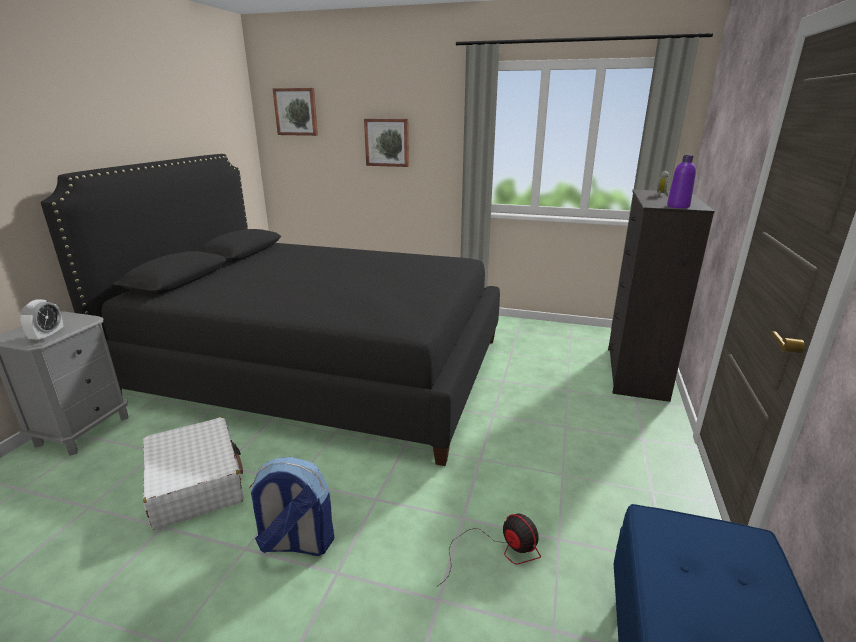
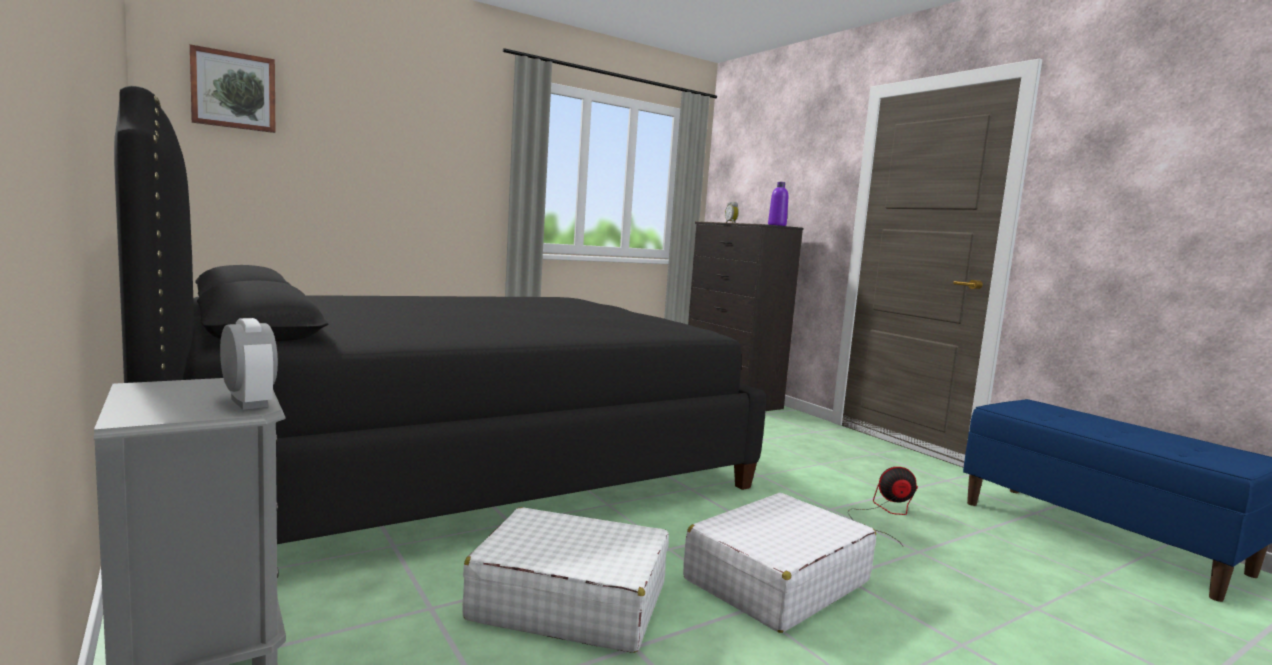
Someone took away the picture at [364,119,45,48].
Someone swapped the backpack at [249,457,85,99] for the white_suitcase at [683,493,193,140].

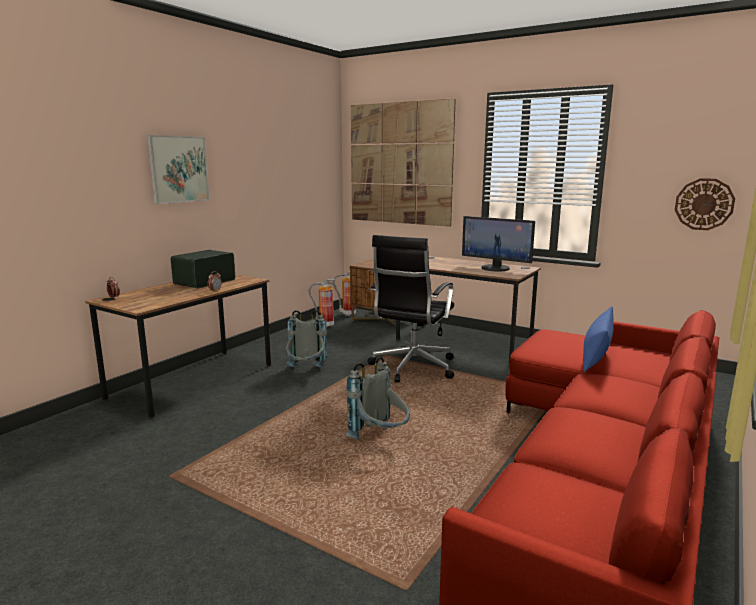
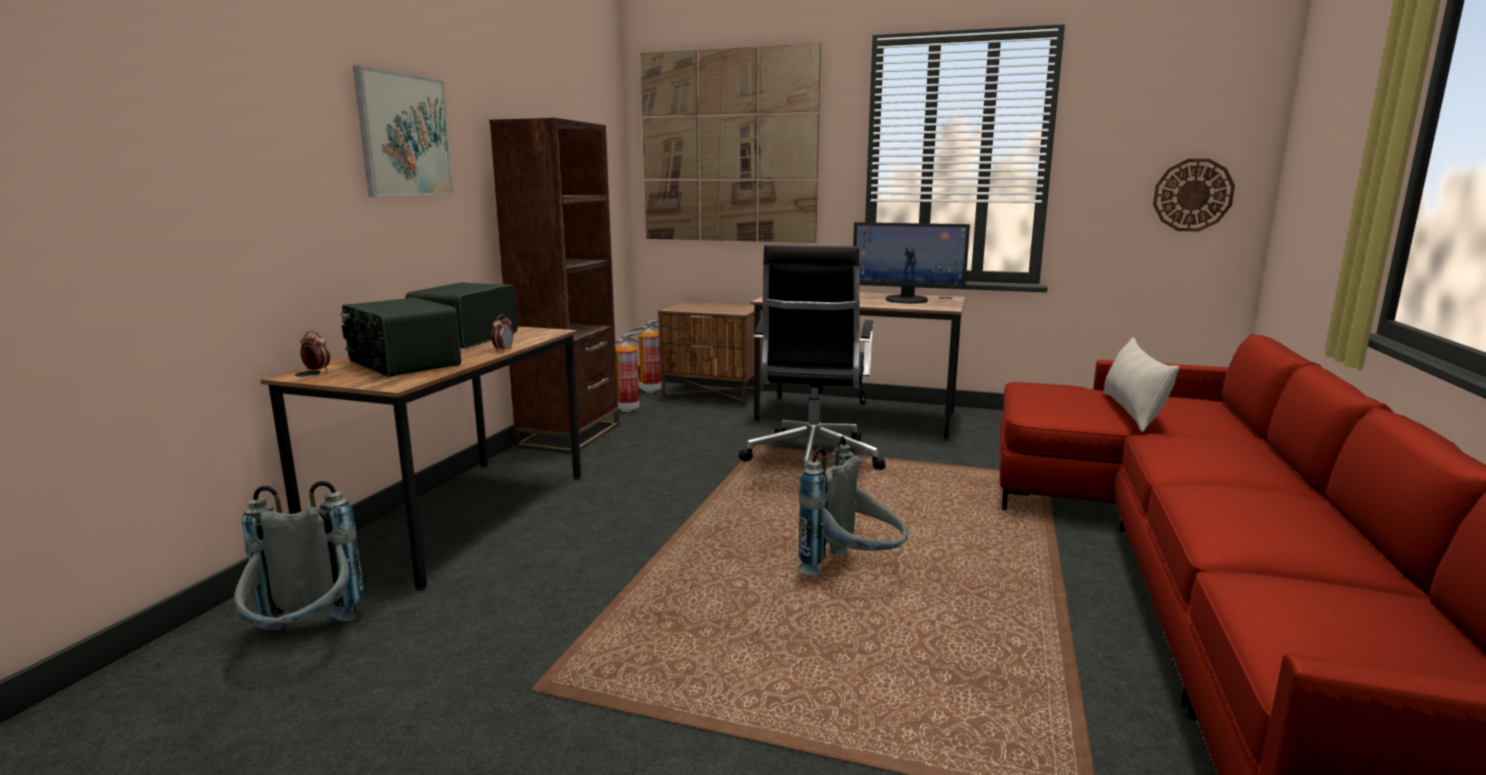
Someone repainted the blue_pillow at [583,306,30,66], which became the beige_pillow at [1103,337,76,95].
Someone carried the grey_backpack from [286,310,41,58] to [234,481,130,149].
Someone put down the brown_bookcase at [489,118,130,336].
Someone put down the radio at [340,297,121,80].

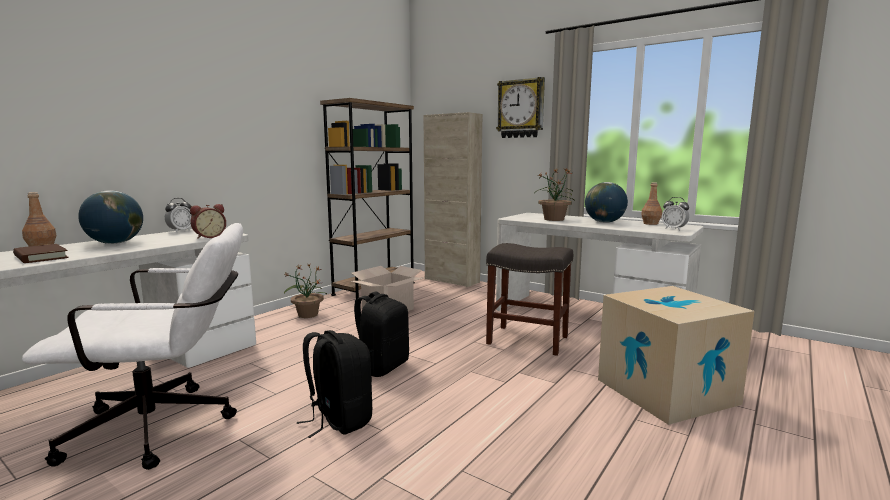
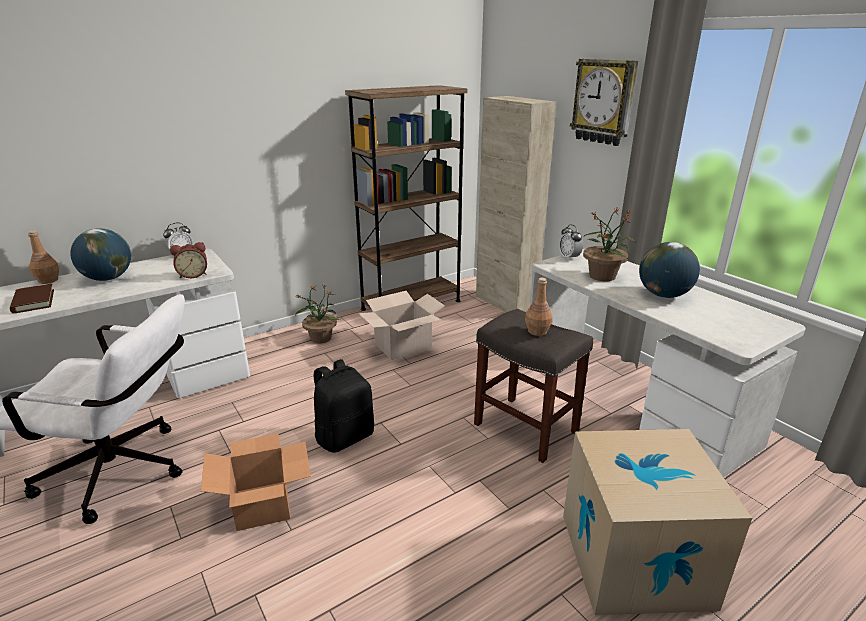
Someone carried the brown_bottle from [641,182,21,43] to [525,278,28,58].
Someone carried the alarm_clock from [662,197,27,34] to [559,224,24,37].
Someone swapped the black_backpack at [297,330,75,108] for the cardboard_box at [201,434,110,97].

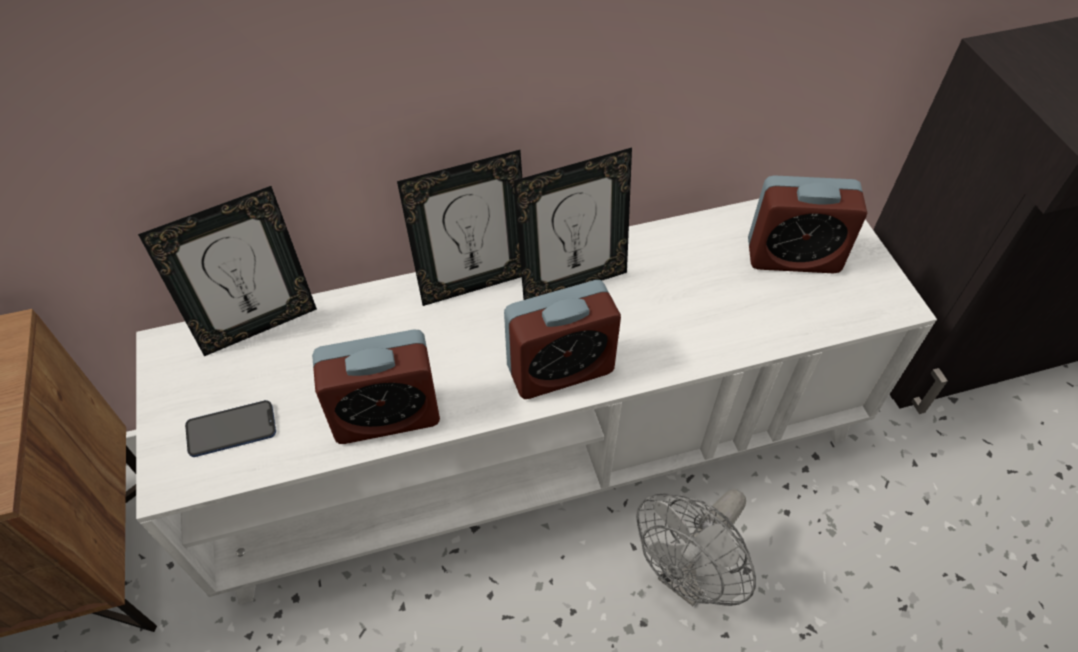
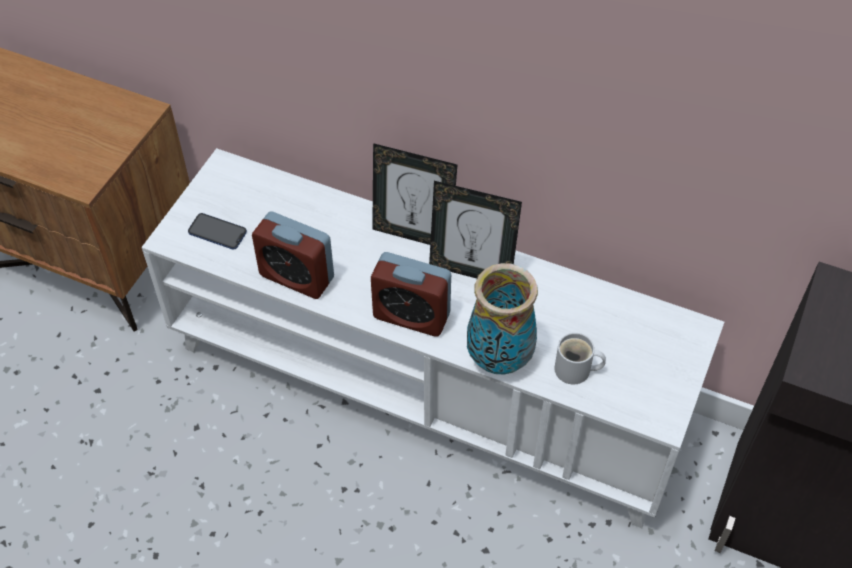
Someone took away the alarm_clock at [748,175,119,98].
Someone took away the picture_frame at [138,186,179,170].
Someone took away the grey_fan at [636,489,120,117].
Someone put down the vase at [467,263,71,112].
Someone put down the white_mug at [554,333,52,52].

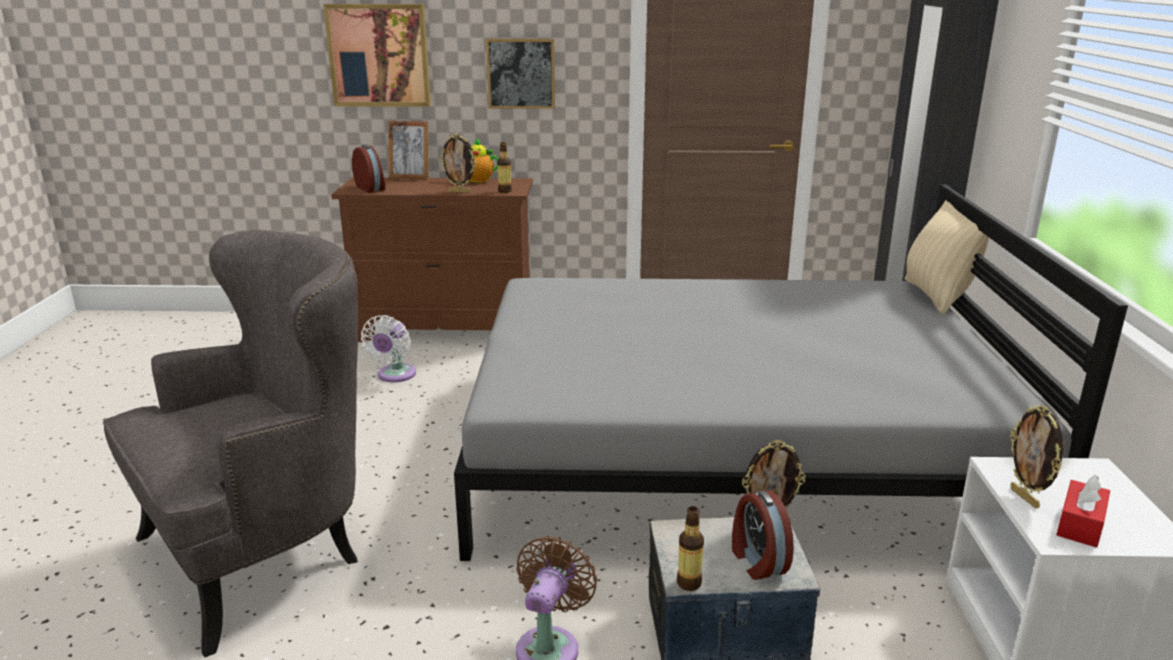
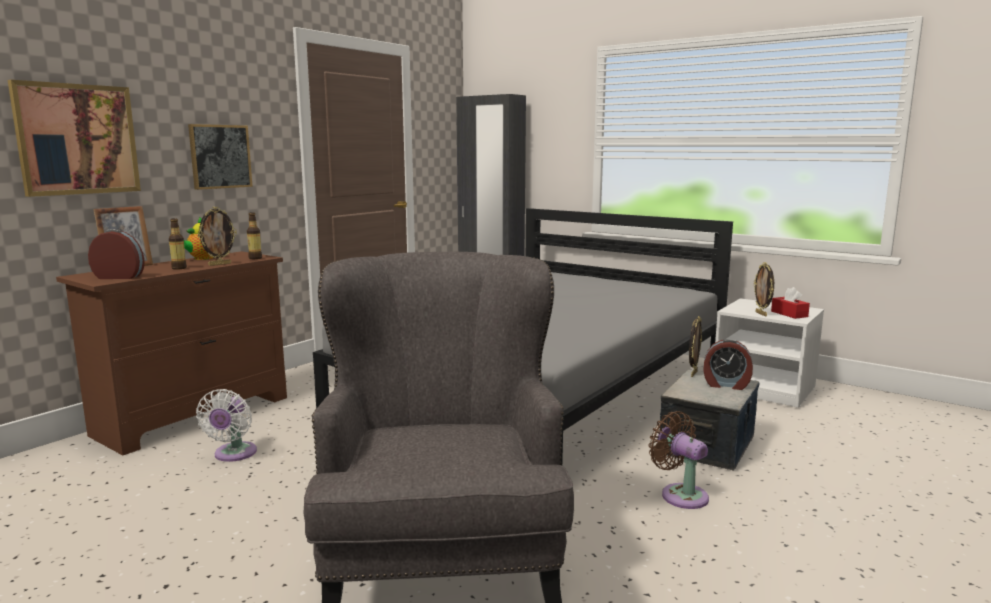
Someone took away the beige_pillow at [905,200,84,114].
Someone rotated the white_fan at [361,315,55,67] by 45 degrees clockwise.
Someone rotated the picture_frame at [1010,405,53,104] by 60 degrees clockwise.
Someone carried the bottle from [677,506,27,85] to [169,218,18,52].

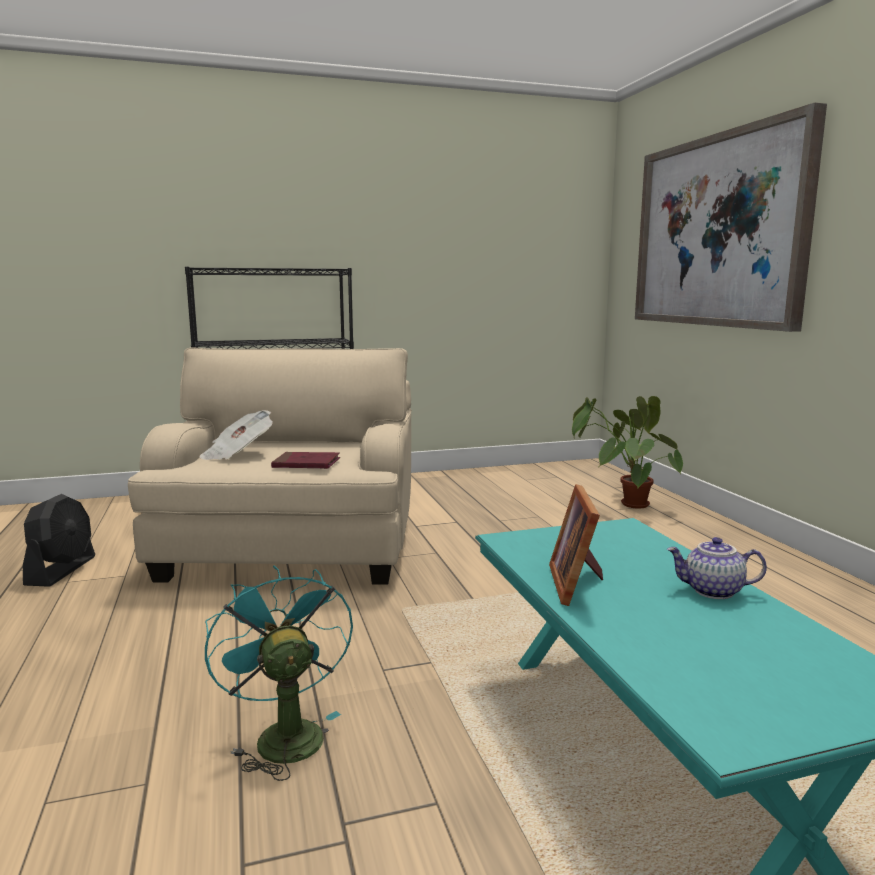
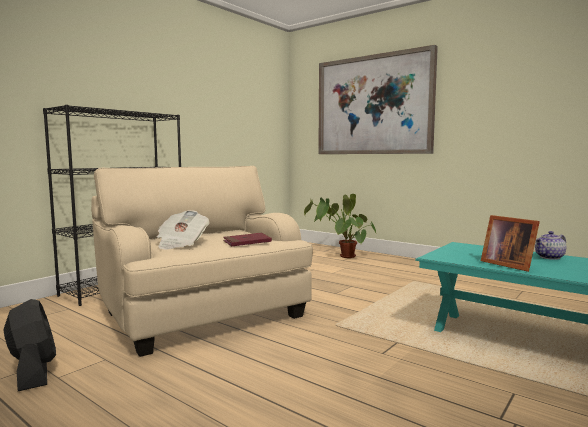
Someone took away the turquoise_fan at [205,565,148,216].

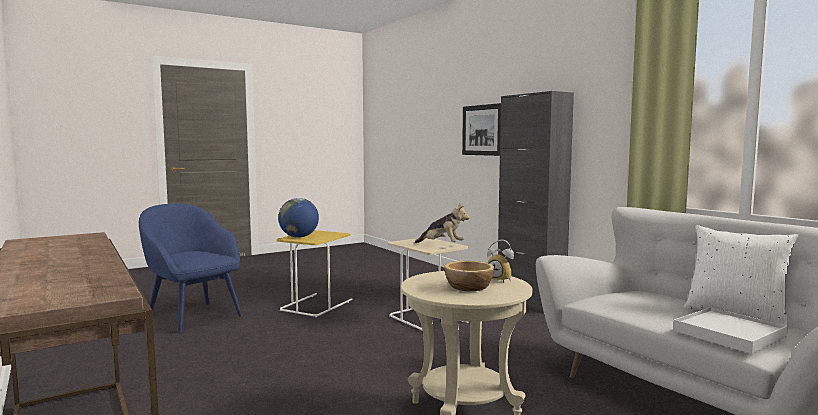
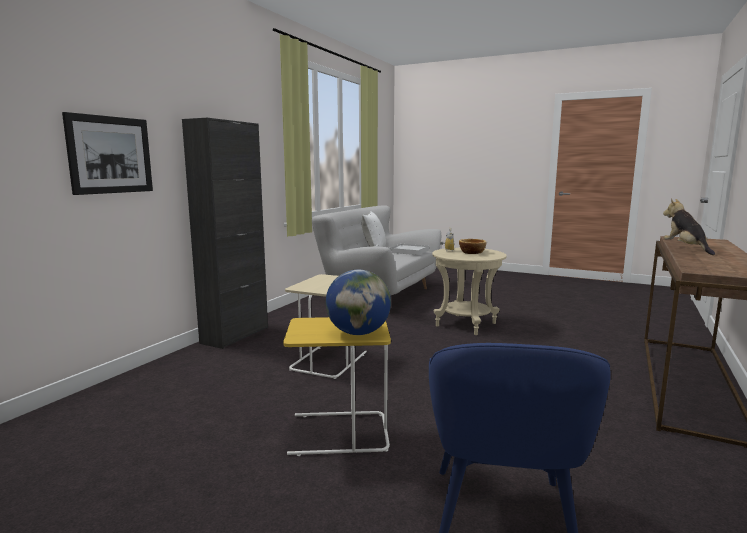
Someone carried the plush_toy from [414,204,55,39] to [663,198,52,57].

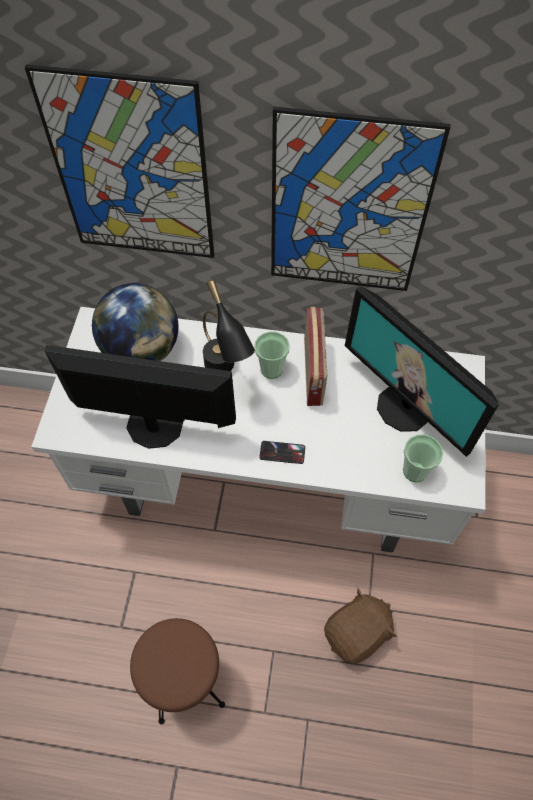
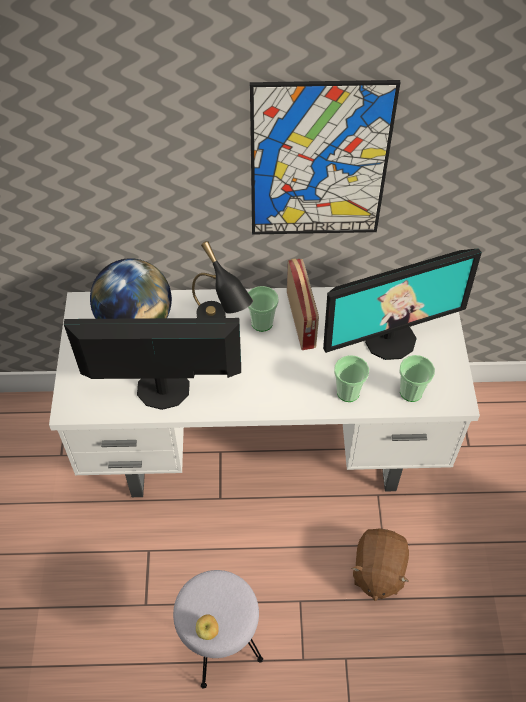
Someone took away the picture at [25,64,189,194].
Someone rotated the monitor at [345,286,154,171] by 60 degrees counterclockwise.
Someone took away the phone at [259,441,46,23].
Someone rotated the brown_plush_toy at [324,589,73,75] by 150 degrees clockwise.
Someone repainted the brown_stool at [130,618,95,106], which became the grey_stool at [173,570,90,119].
Someone put down the cup at [334,355,35,47].
Someone put down the apple at [196,614,23,26].

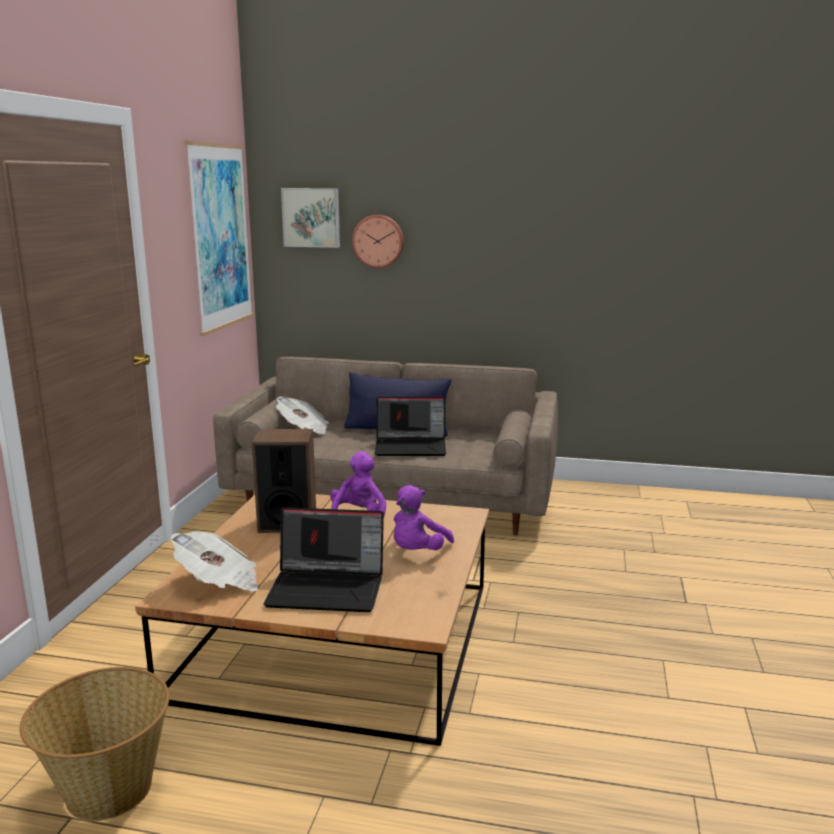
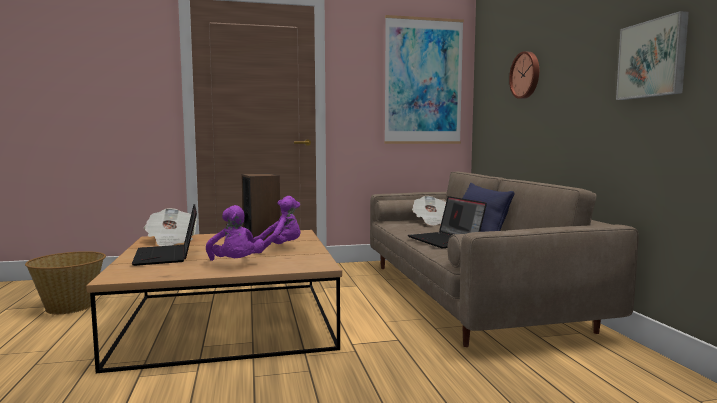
Someone carried the picture from [281,188,59,60] to [616,11,73,89].
Someone rotated the purple_plush_toy at [394,485,60,65] by 120 degrees counterclockwise.

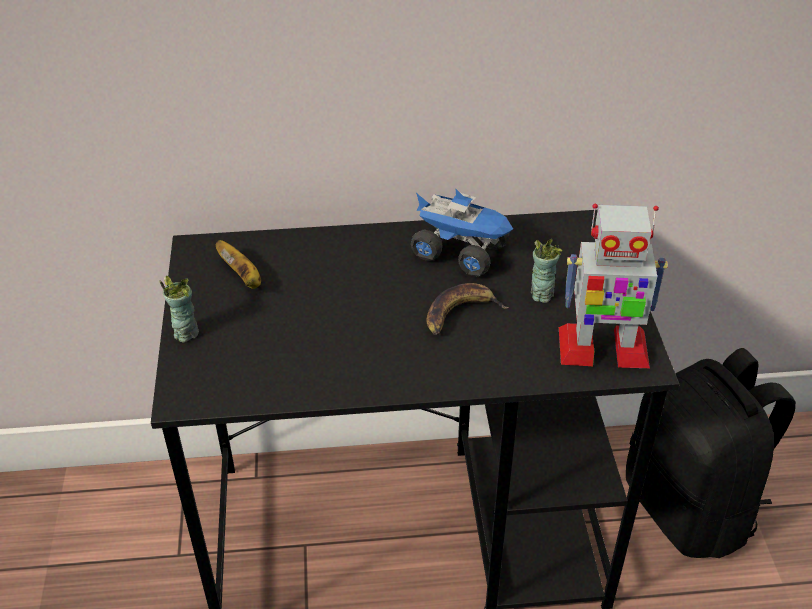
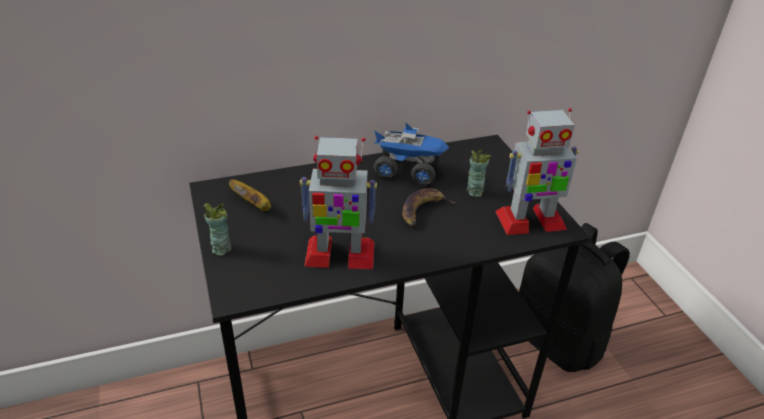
Someone put down the toy_robot at [300,136,77,133].

